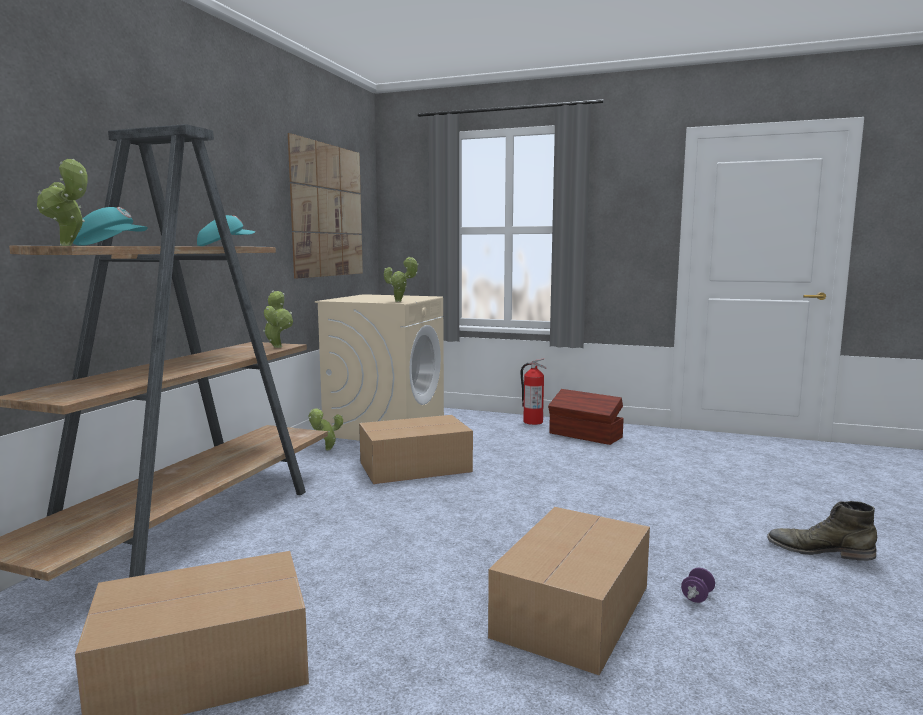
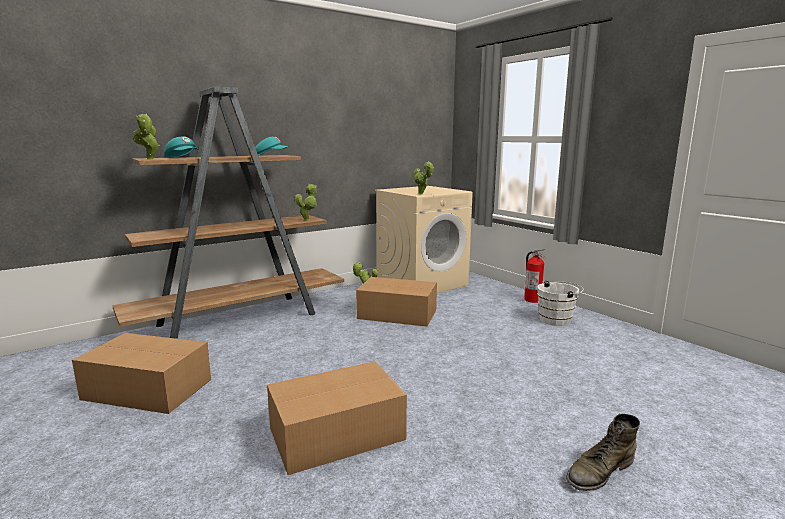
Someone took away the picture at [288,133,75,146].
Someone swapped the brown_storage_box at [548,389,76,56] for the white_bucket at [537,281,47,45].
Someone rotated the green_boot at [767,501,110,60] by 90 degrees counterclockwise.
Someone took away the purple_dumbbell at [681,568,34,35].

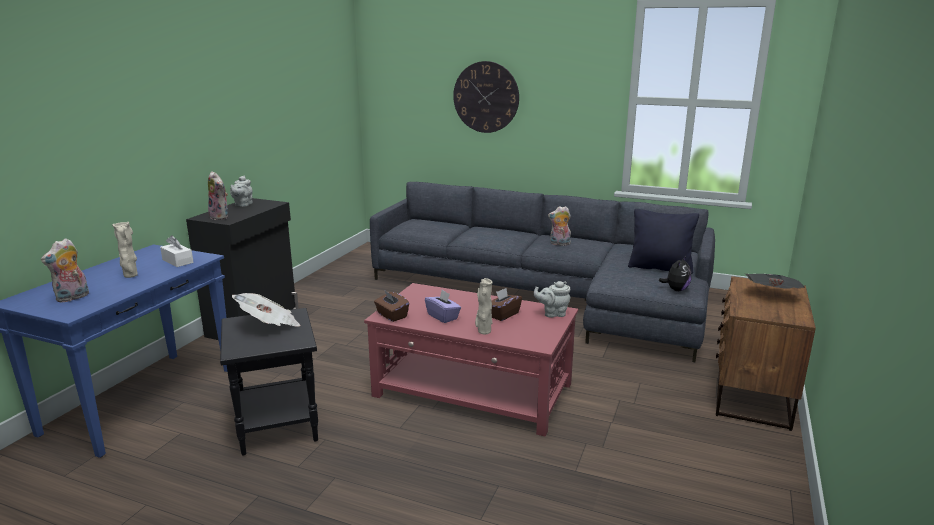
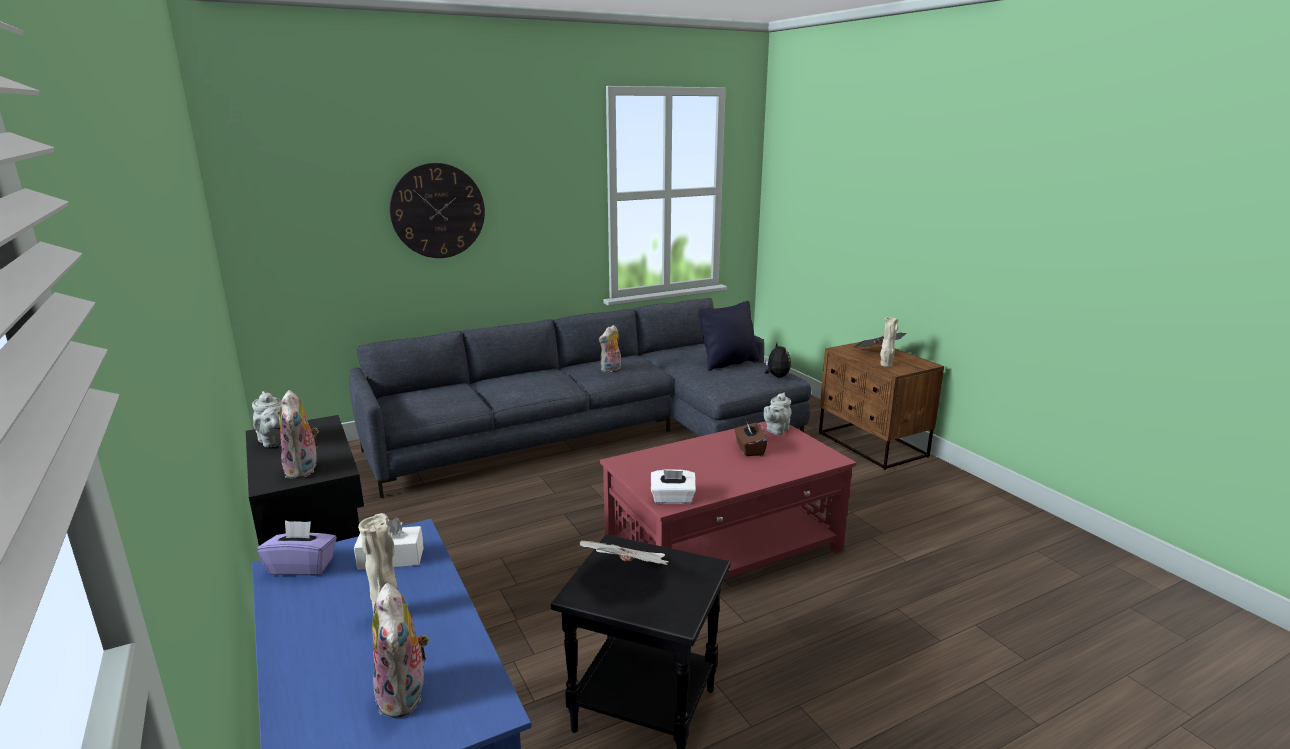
Someone rotated the plush_toy at [208,171,20,49] by 75 degrees clockwise.
Someone carried the beige_vase from [475,278,18,56] to [880,317,19,50].
Someone repainted the brown_tissue_box at [374,290,35,32], which became the white_tissue_box at [651,469,45,35].
Someone carried the purple_tissue_box from [425,290,36,33] to [257,520,80,56].

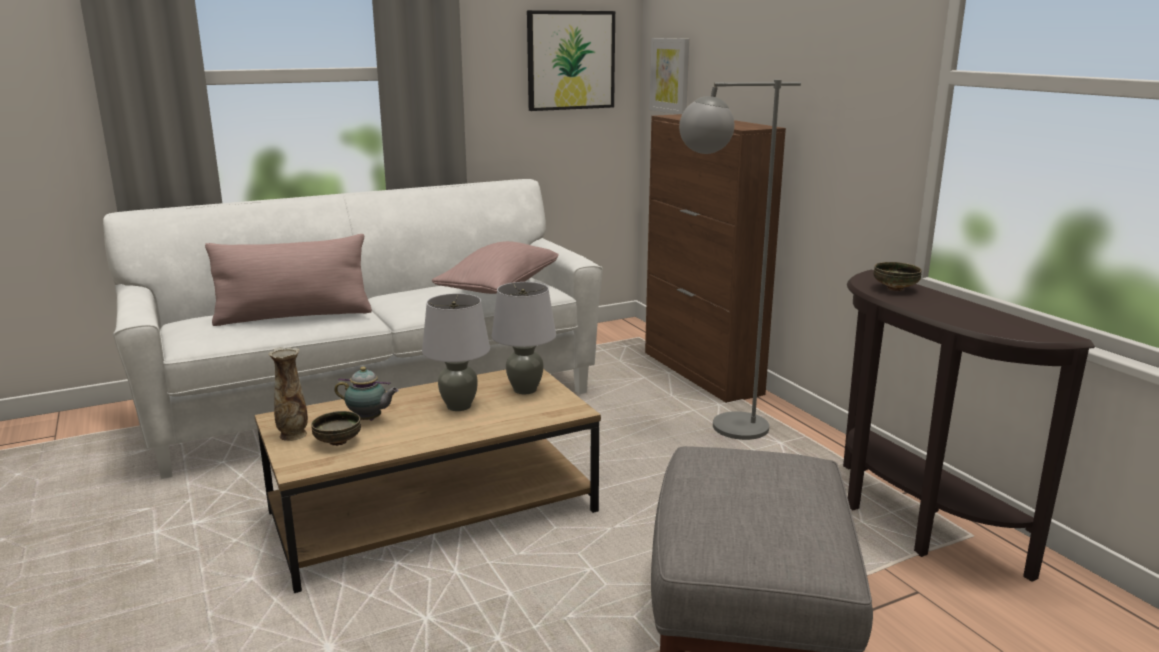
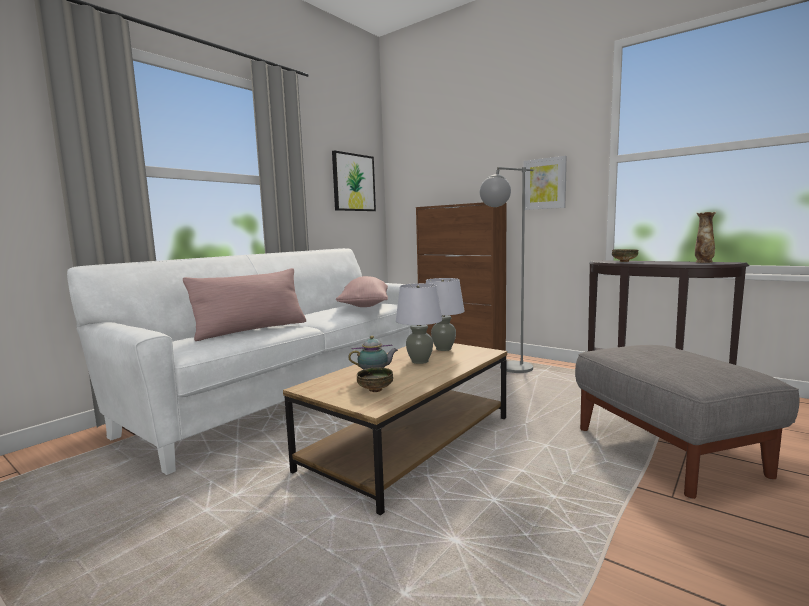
Someone carried the picture from [649,38,40,76] to [523,156,44,54].
Someone carried the vase from [269,347,39,94] to [695,212,21,51].

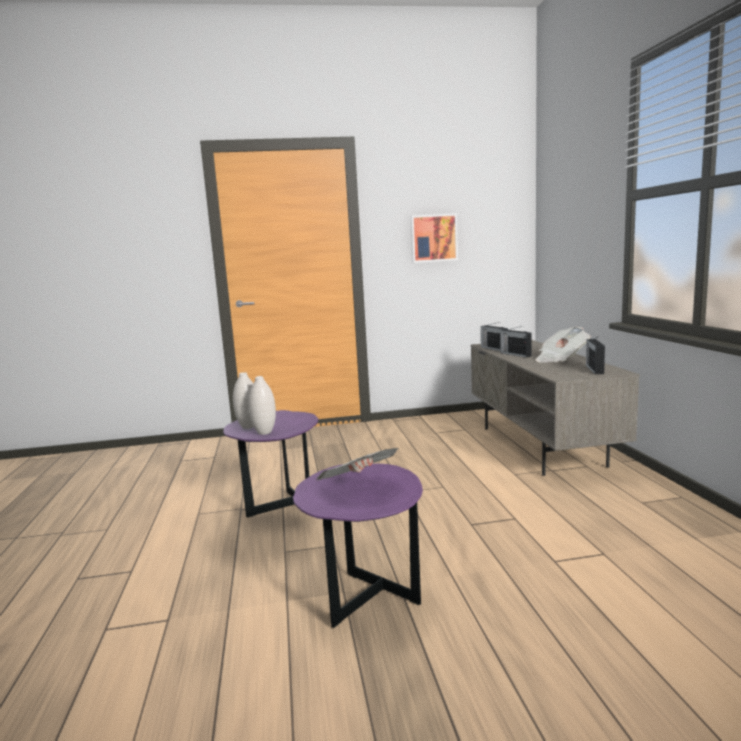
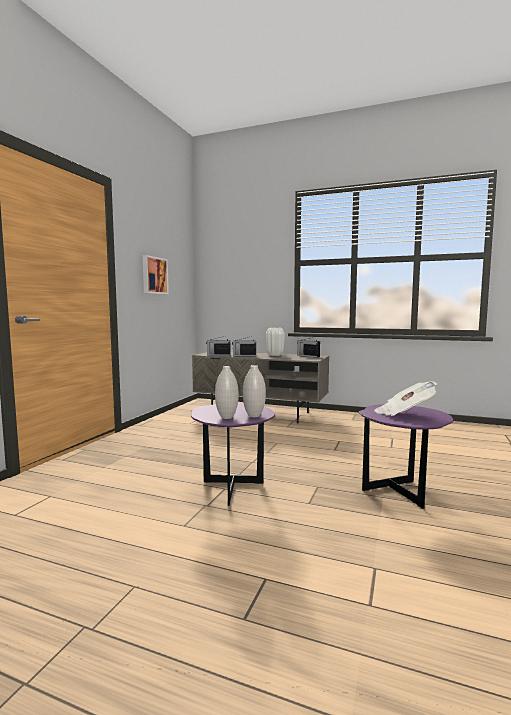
Someone swapped the newspaper at [536,327,54,36] for the white_vase at [266,328,19,28].

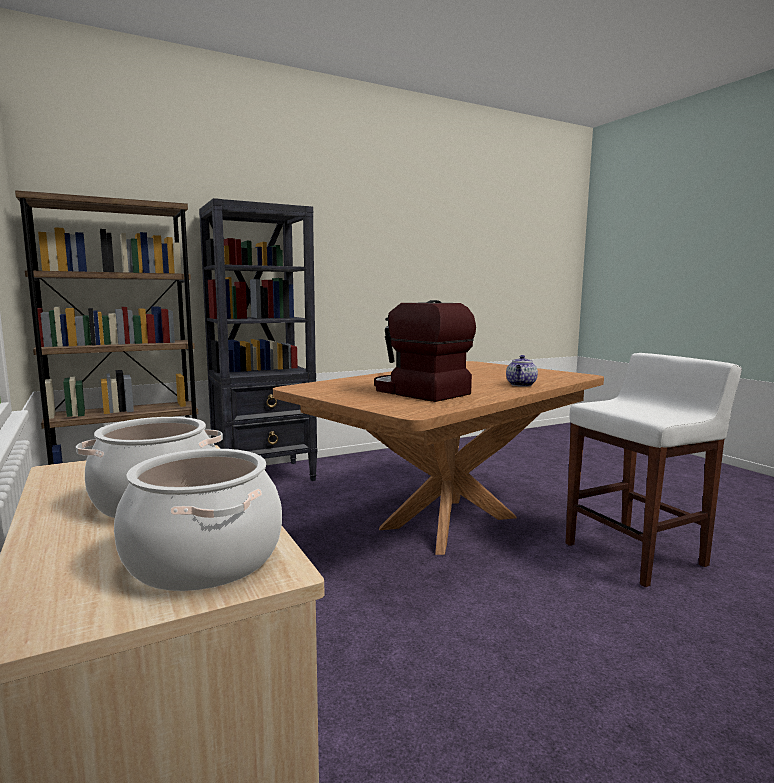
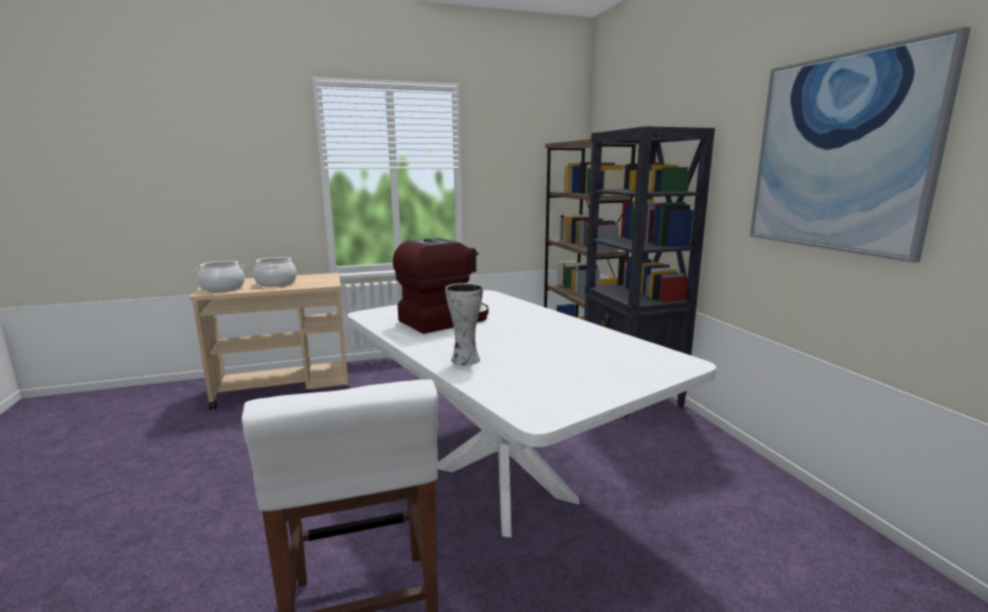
Someone swapped the teapot at [506,355,32,32] for the vase at [445,283,38,82].
Someone repainted the brown_dining_table at [273,361,331,194], which became the white_dining_table at [347,290,369,248].
Someone put up the picture at [750,27,221,236].

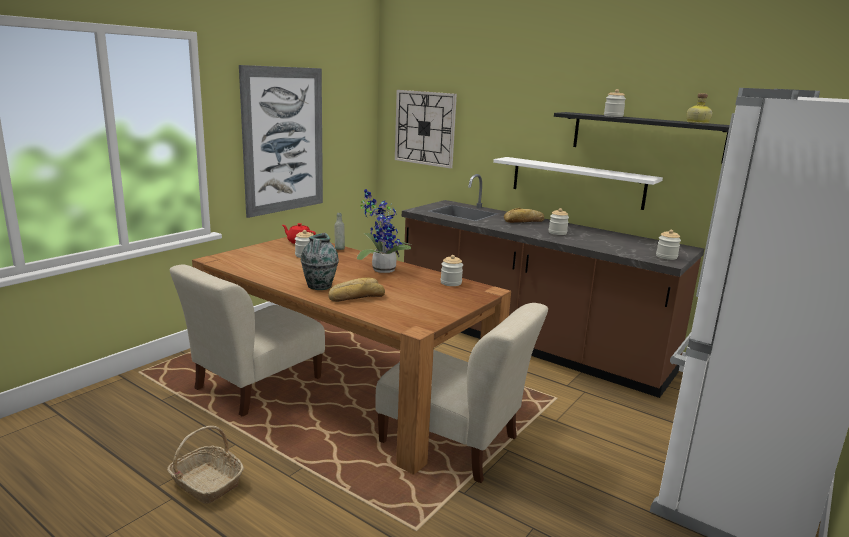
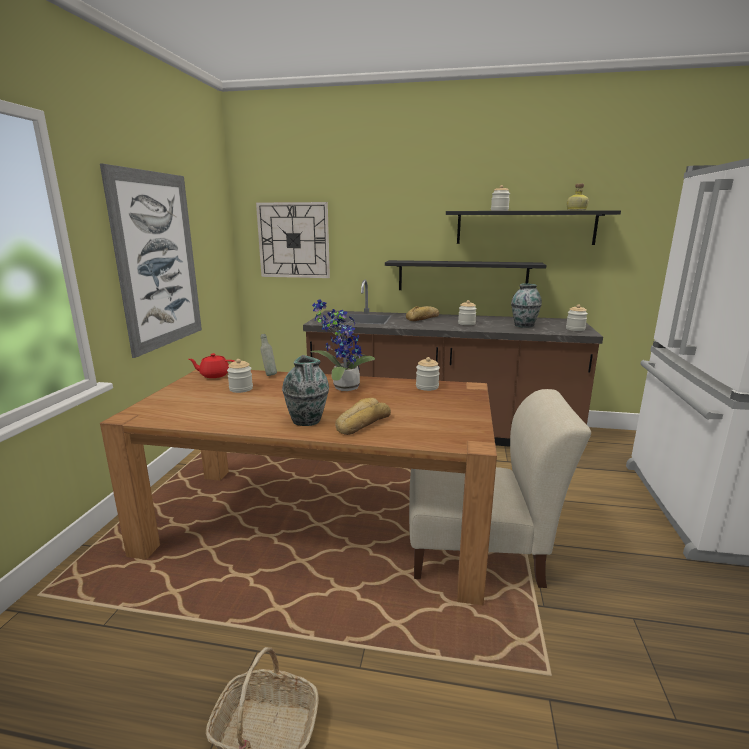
Someone repainted the white_shelf at [493,157,170,53], which became the black_shelf at [385,260,162,30].
Someone took away the beige_chair at [170,265,155,151].
Someone put down the vase at [511,283,31,45].

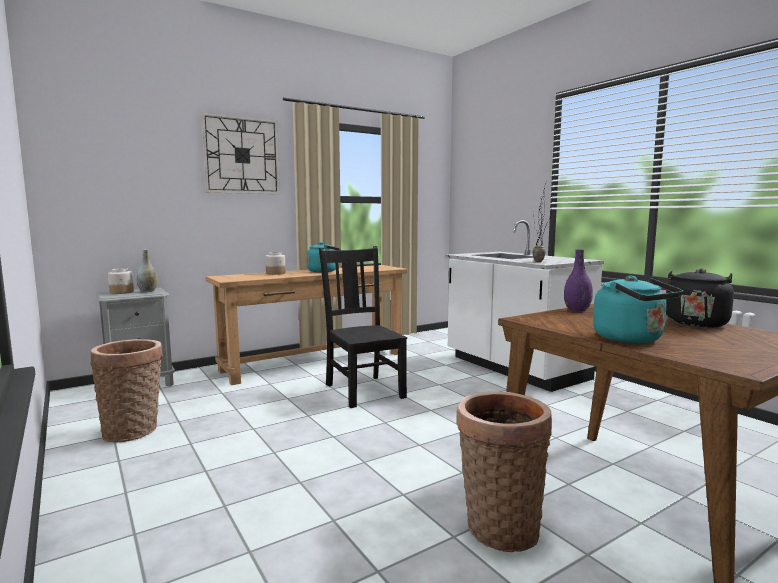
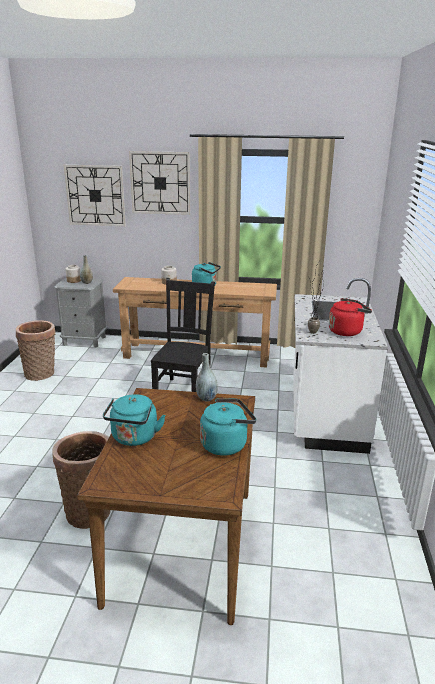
Someone repainted the purple_vase at [564,249,29,62], which became the grey_vase at [196,353,22,48].
Someone repainted the black_kettle at [666,268,68,60], which became the turquoise_kettle at [200,399,56,57].
Someone put up the wall_clock at [64,165,62,61].
Someone put down the red_kettle at [329,298,43,38].

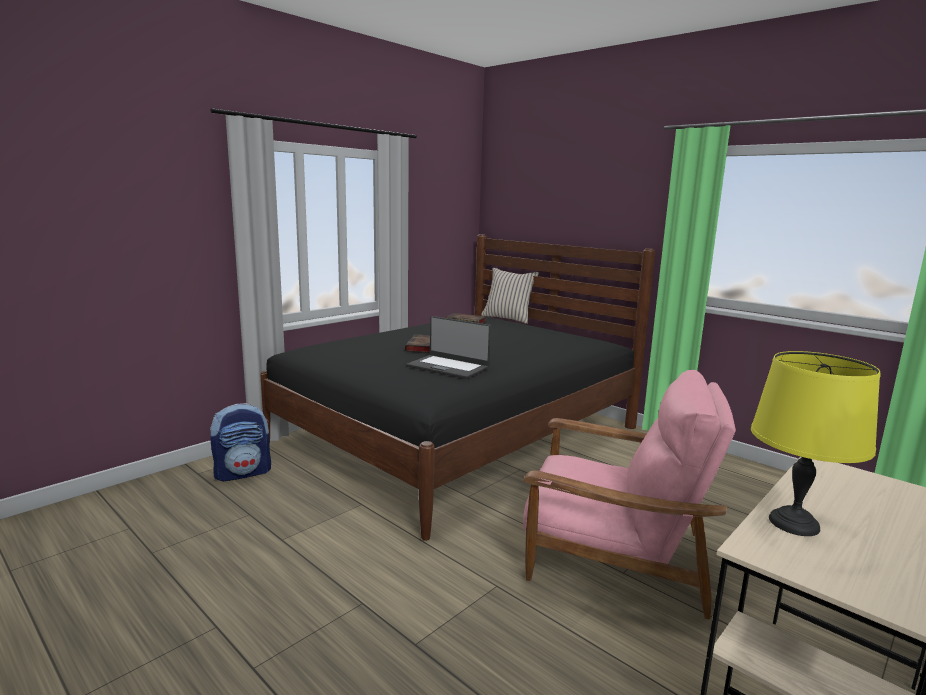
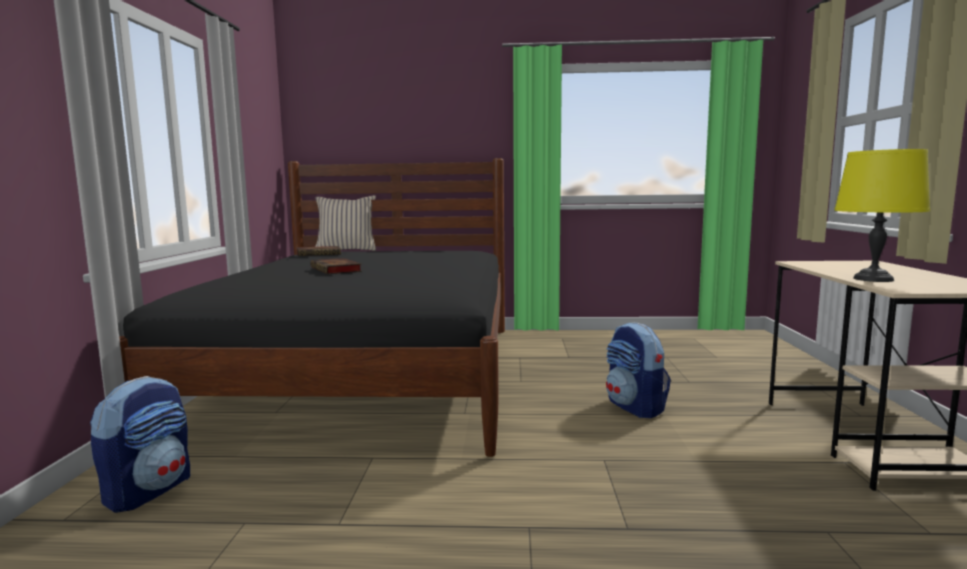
Someone took away the laptop at [407,316,84,63].
Someone swapped the pink_armchair at [523,370,213,249] for the backpack at [606,322,65,96].

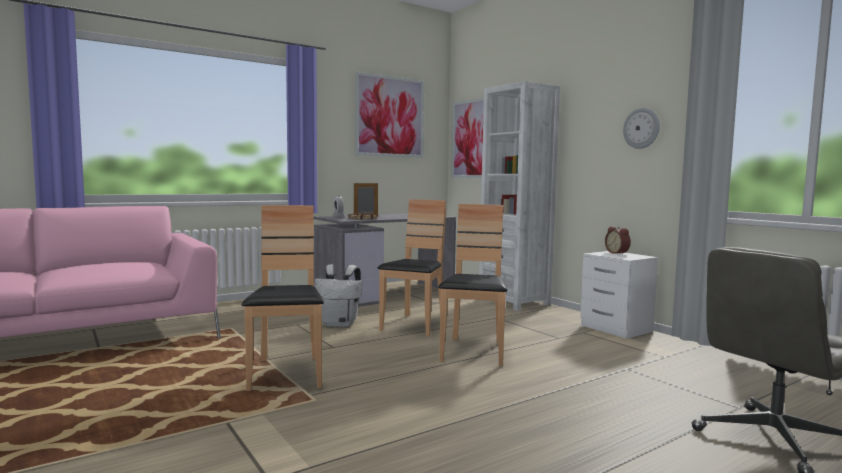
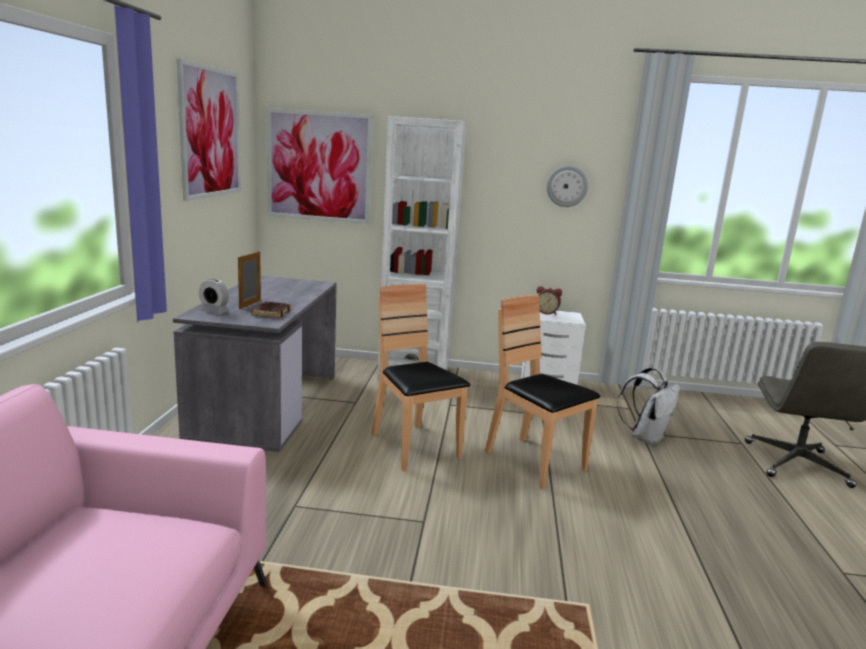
Someone took away the brown_chair at [242,205,82,186].
Someone carried the white_backpack from [314,264,48,63] to [617,368,62,77].

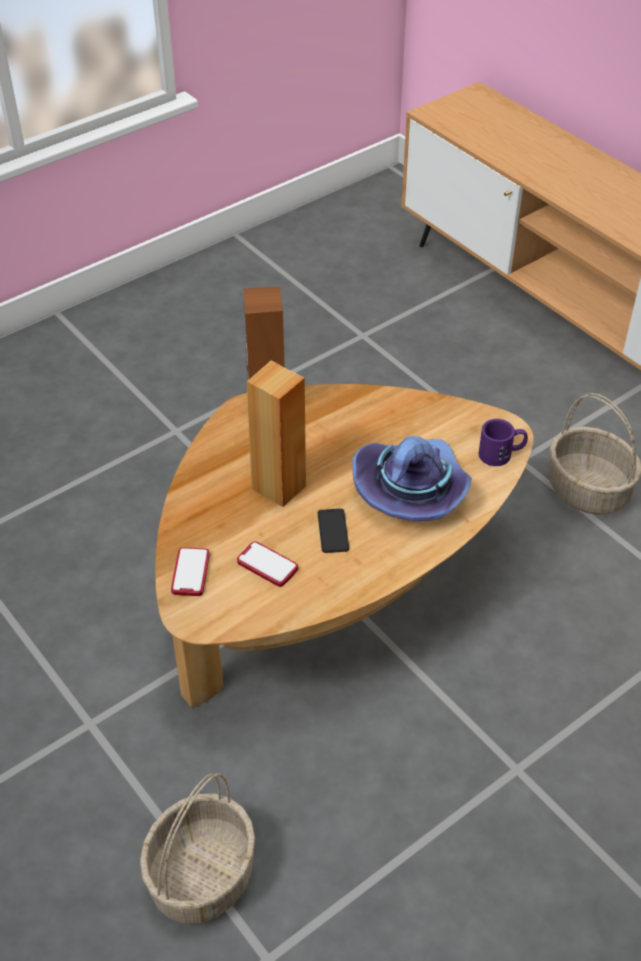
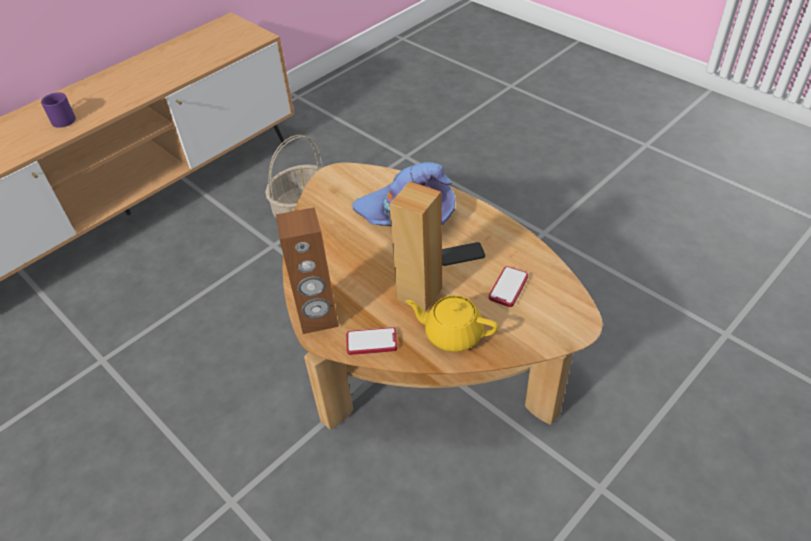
Someone carried the purple_mug from [479,419,49,47] to [41,92,35,36].
Someone carried the phone from [171,547,39,49] to [347,327,50,28].
Someone took away the basket at [140,773,115,151].
Someone put down the yellow_teapot at [405,295,93,57].

